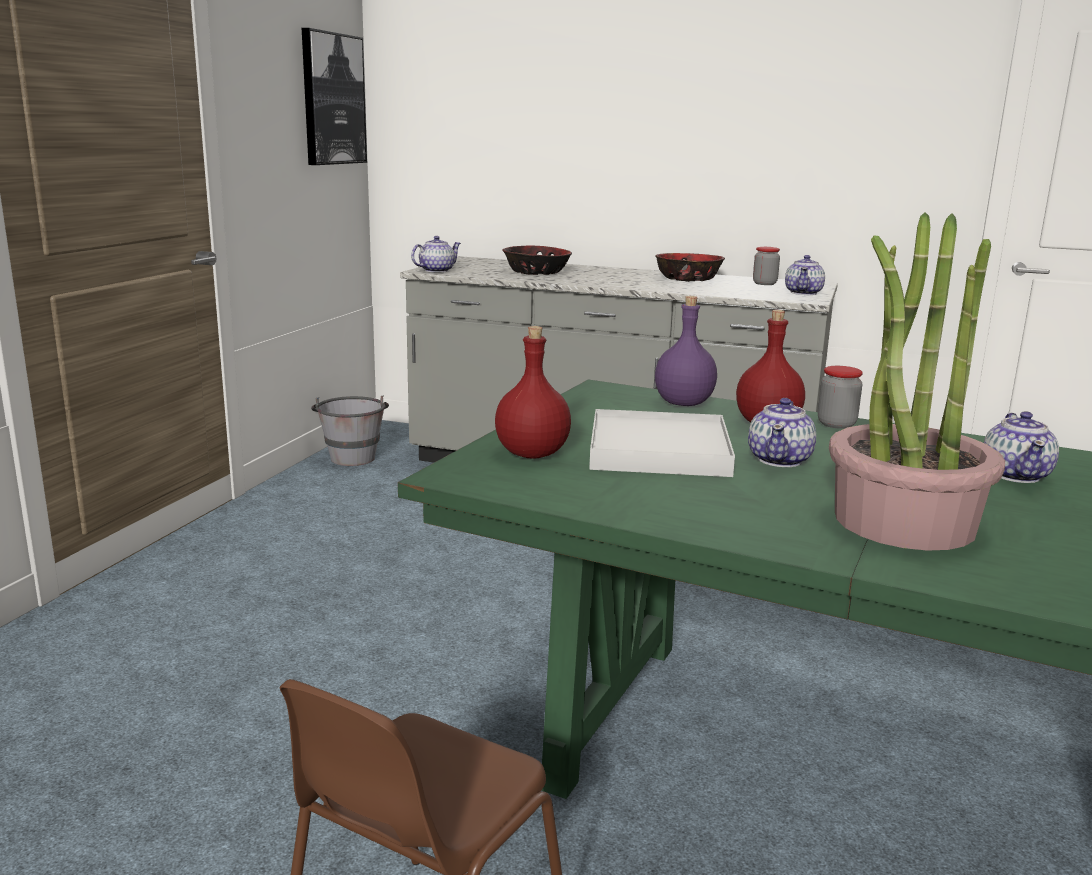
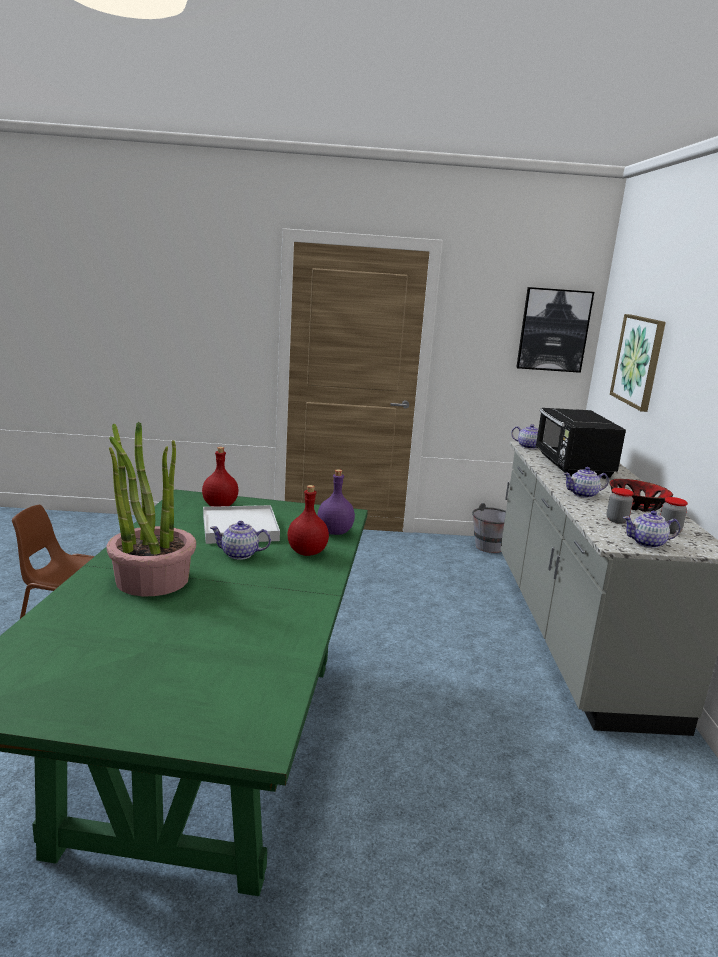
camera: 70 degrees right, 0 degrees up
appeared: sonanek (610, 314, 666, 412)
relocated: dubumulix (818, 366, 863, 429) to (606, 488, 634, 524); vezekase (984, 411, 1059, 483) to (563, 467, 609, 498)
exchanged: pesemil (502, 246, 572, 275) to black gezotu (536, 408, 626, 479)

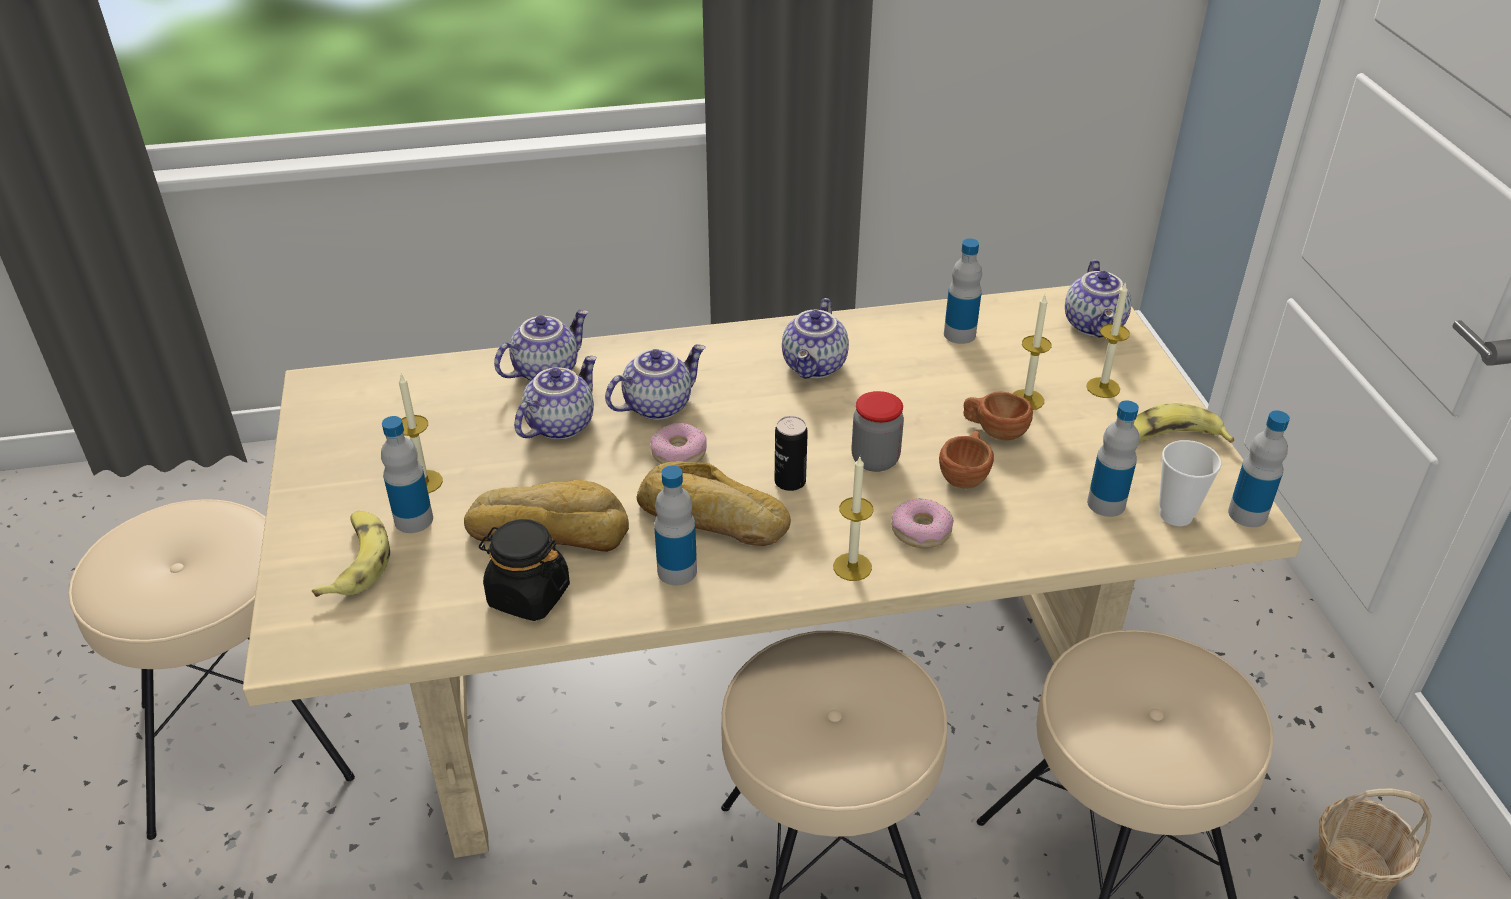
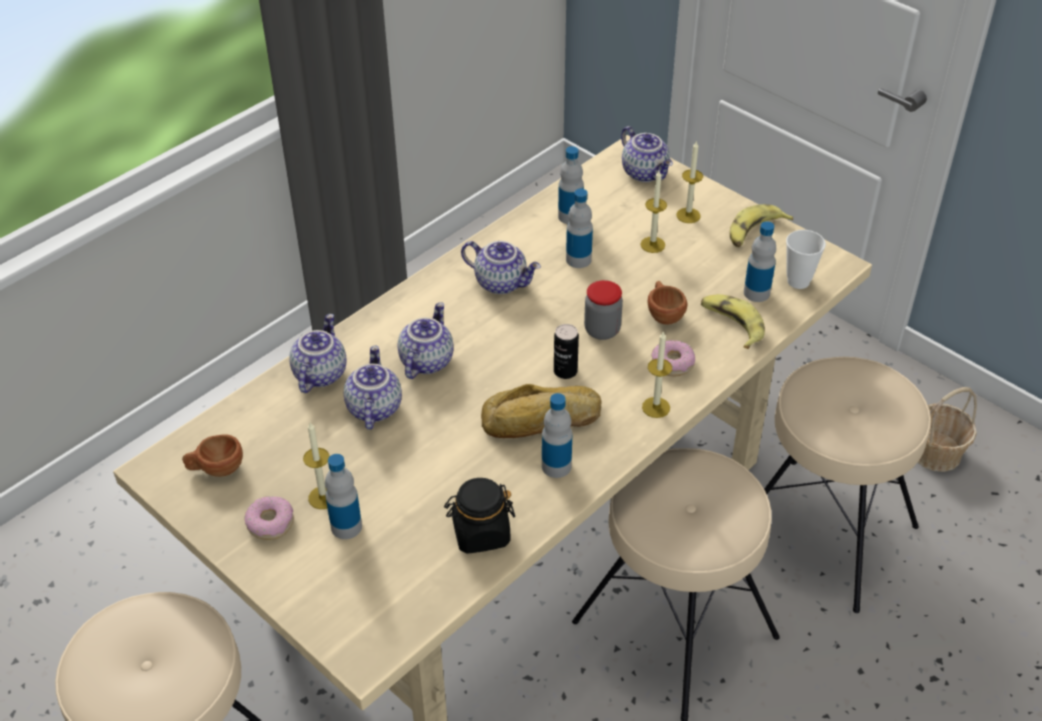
camera: 35 degrees left, 5 degrees up
missing: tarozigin (464, 480, 629, 552)
relocated: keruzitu (312, 511, 390, 597) to (701, 294, 765, 349); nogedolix (650, 423, 707, 464) to (245, 496, 294, 540); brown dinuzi (963, 391, 1033, 441) to (182, 434, 243, 477); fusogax (1228, 410, 1290, 527) to (566, 189, 593, 268)
spun: vezekase (782, 298, 849, 379) = (461, 241, 541, 294) 45 degrees counterclockwise

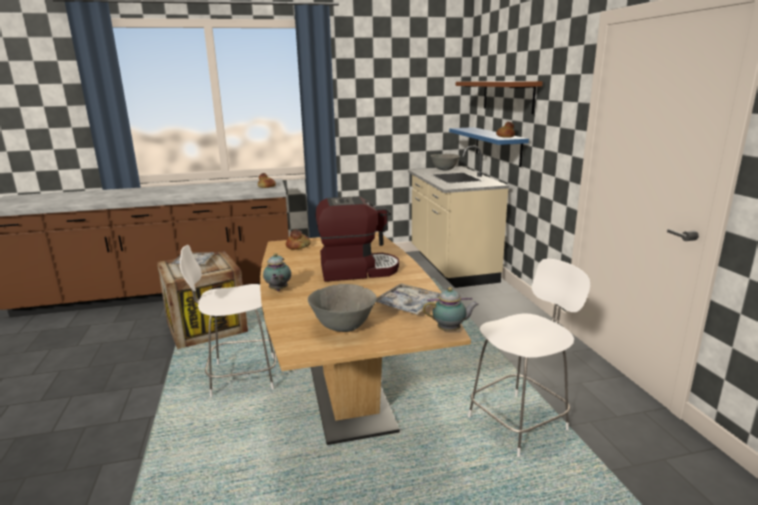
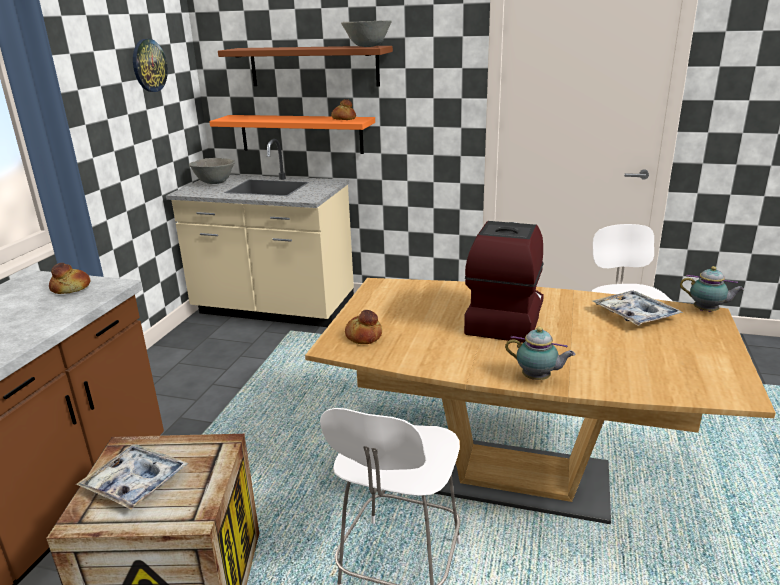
camera: 60 degrees left, 5 degrees up
appeared: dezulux (133, 39, 168, 92)
relocated: grey pesemil (308, 284, 377, 332) to (341, 20, 392, 47)
colour: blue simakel (449, 127, 529, 167) to orange simakel (209, 115, 375, 154)
spun: vezekase (423, 287, 479, 331) = (680, 266, 744, 312) 90 degrees clockwise

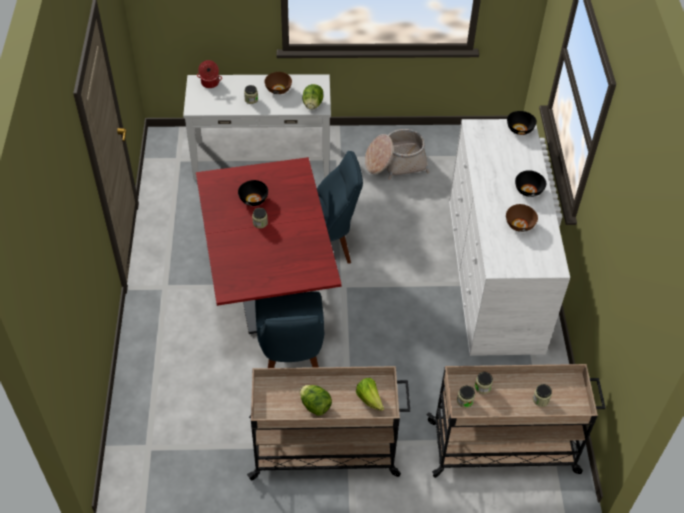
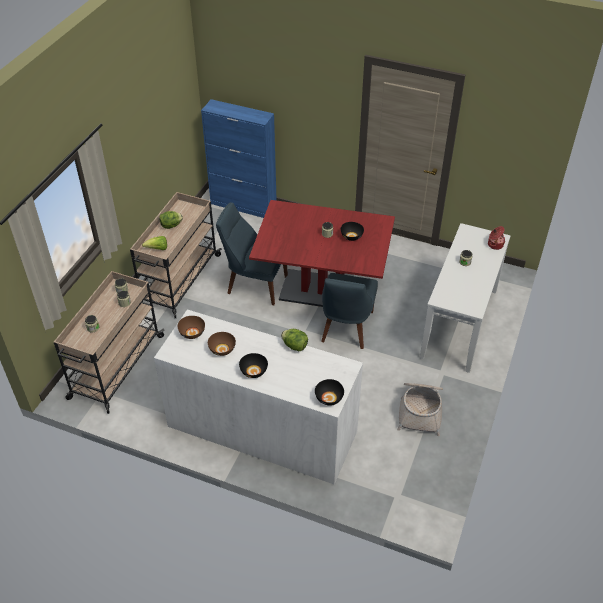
camera: 115 degrees right, 5 degrees down
appeared: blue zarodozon (201, 99, 277, 218)
relocated: brown pesemil (264, 72, 292, 94) to (178, 316, 205, 339); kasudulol (302, 84, 323, 110) to (281, 329, 308, 352)

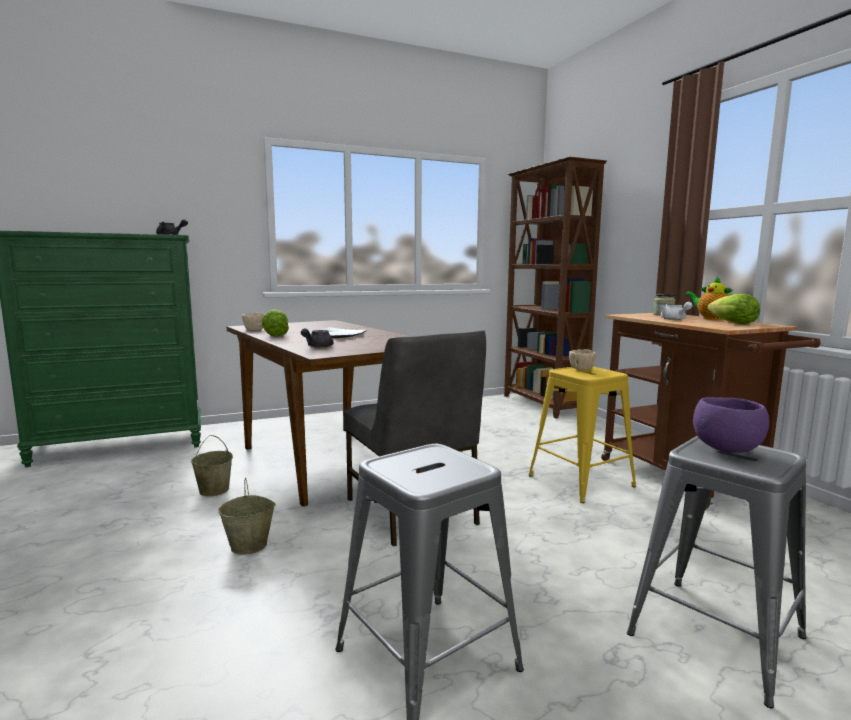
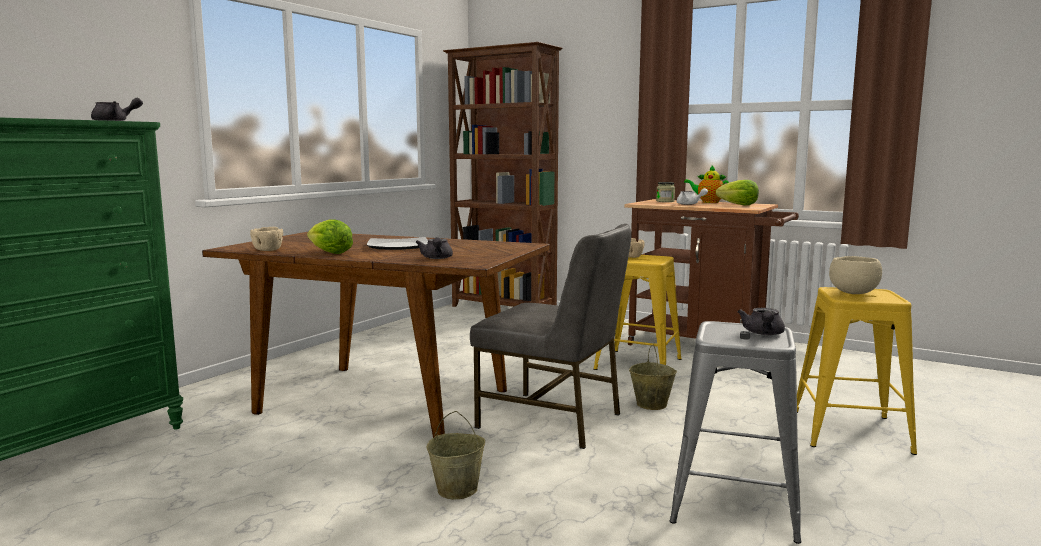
camera: 35 degrees left, 0 degrees up
appeared: grey vezekase (737, 308, 785, 335)
relocated: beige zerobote (191, 435, 233, 496) to (629, 345, 677, 410)
colour: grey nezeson (627, 436, 807, 708) to yellow nezeson (797, 287, 917, 455); purple pesemil (693, 397, 769, 453) to beige pesemil (829, 256, 882, 294)

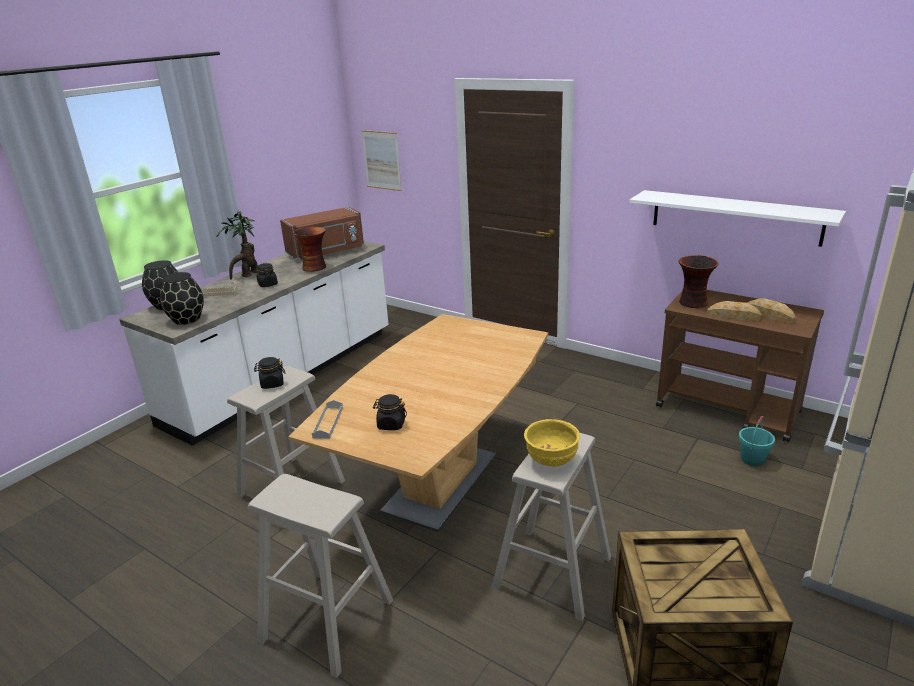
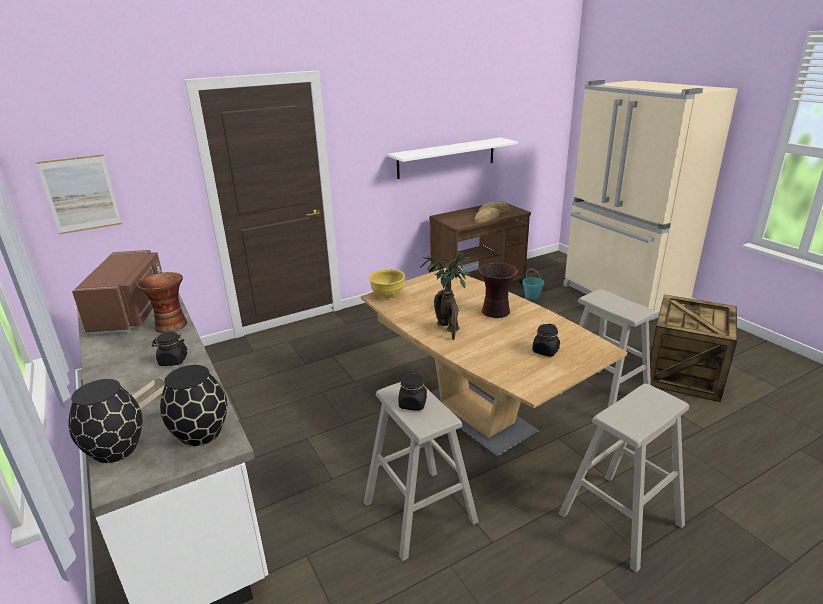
camera: 65 degrees left, 0 degrees up
missing: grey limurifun (312, 400, 343, 438)
relocated: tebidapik (216, 210, 258, 279) to (420, 252, 472, 340); yellow pesemil (524, 419, 580, 467) to (369, 269, 405, 298); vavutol (679, 255, 718, 308) to (479, 263, 518, 318)

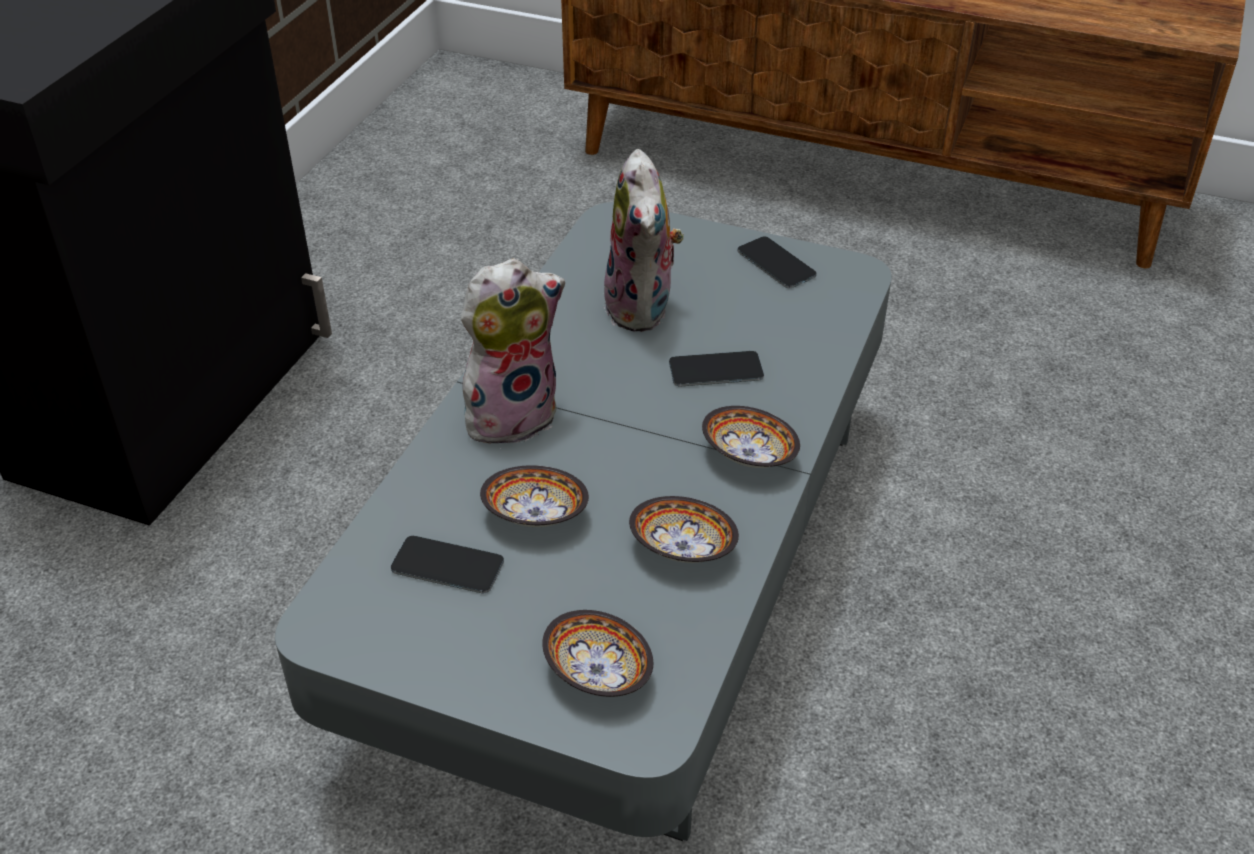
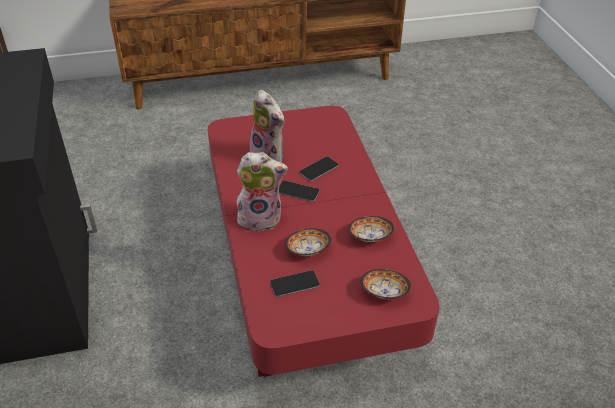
camera: 35 degrees left, 0 degrees up
missing: pesemil (702, 406, 800, 468)
relocated: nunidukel (737, 237, 817, 288) to (279, 181, 320, 202)
colour: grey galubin (275, 202, 892, 841) to red galubin (208, 106, 440, 377)
spun: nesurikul (461, 258, 565, 449) = (237, 152, 288, 232) 60 degrees clockwise

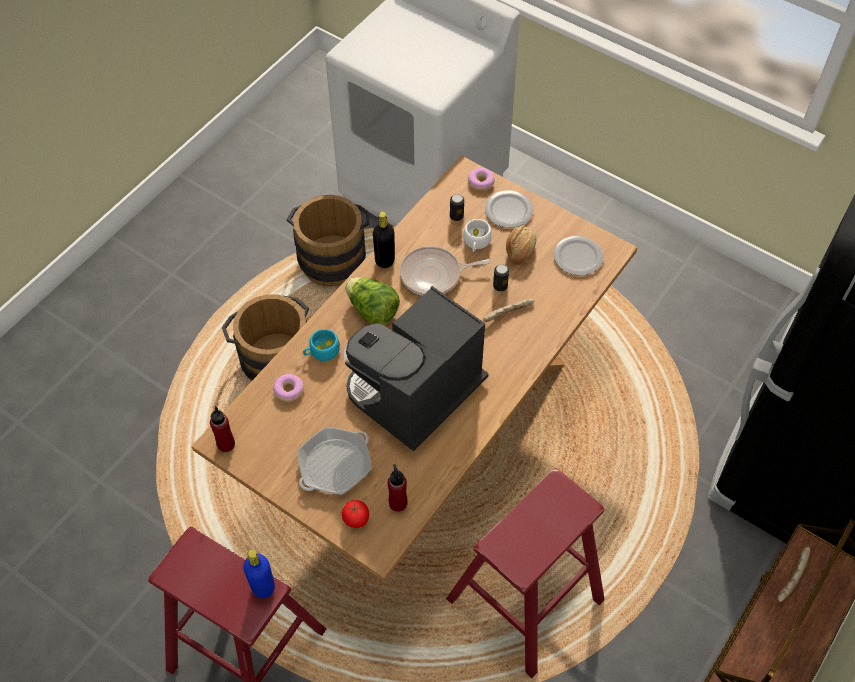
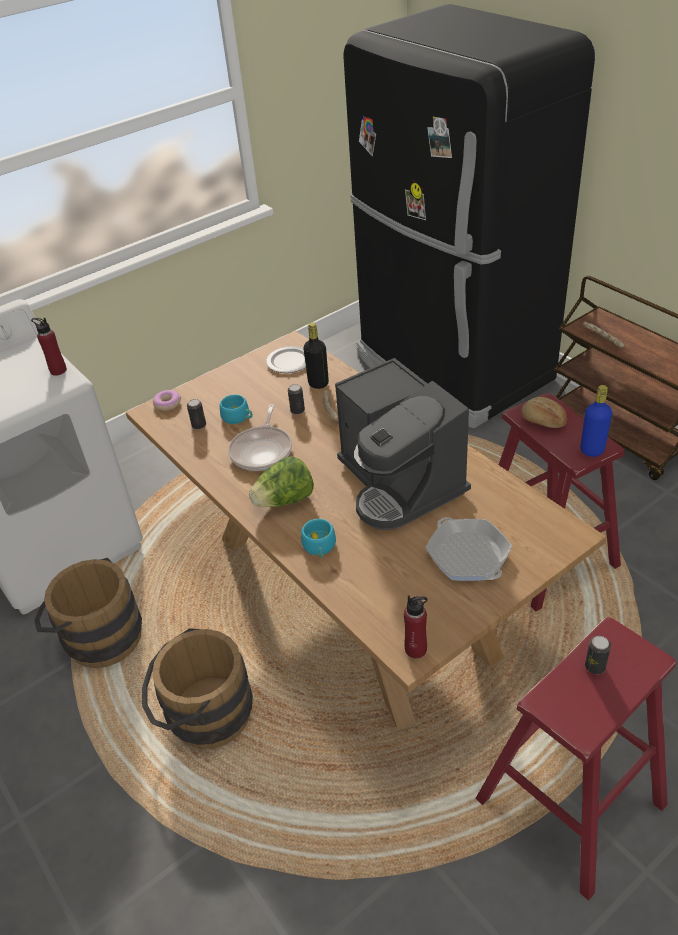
camera: 70 degrees left, 15 degrees down
missing: nogedolix (273, 374, 304, 402); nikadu (342, 500, 369, 528); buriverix (485, 190, 533, 228)
appeared: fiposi (585, 636, 611, 674)
relocated: blue fusogax (243, 549, 275, 598) to (580, 385, 612, 457); black fusogax (373, 212, 395, 268) to (303, 323, 329, 389); red fusogax (388, 464, 408, 512) to (31, 318, 67, 376); tarozigin (506, 226, 536, 265) to (521, 397, 567, 428)
colour: white dinuzi (463, 219, 492, 252) to turquoise dinuzi (220, 395, 253, 424)

